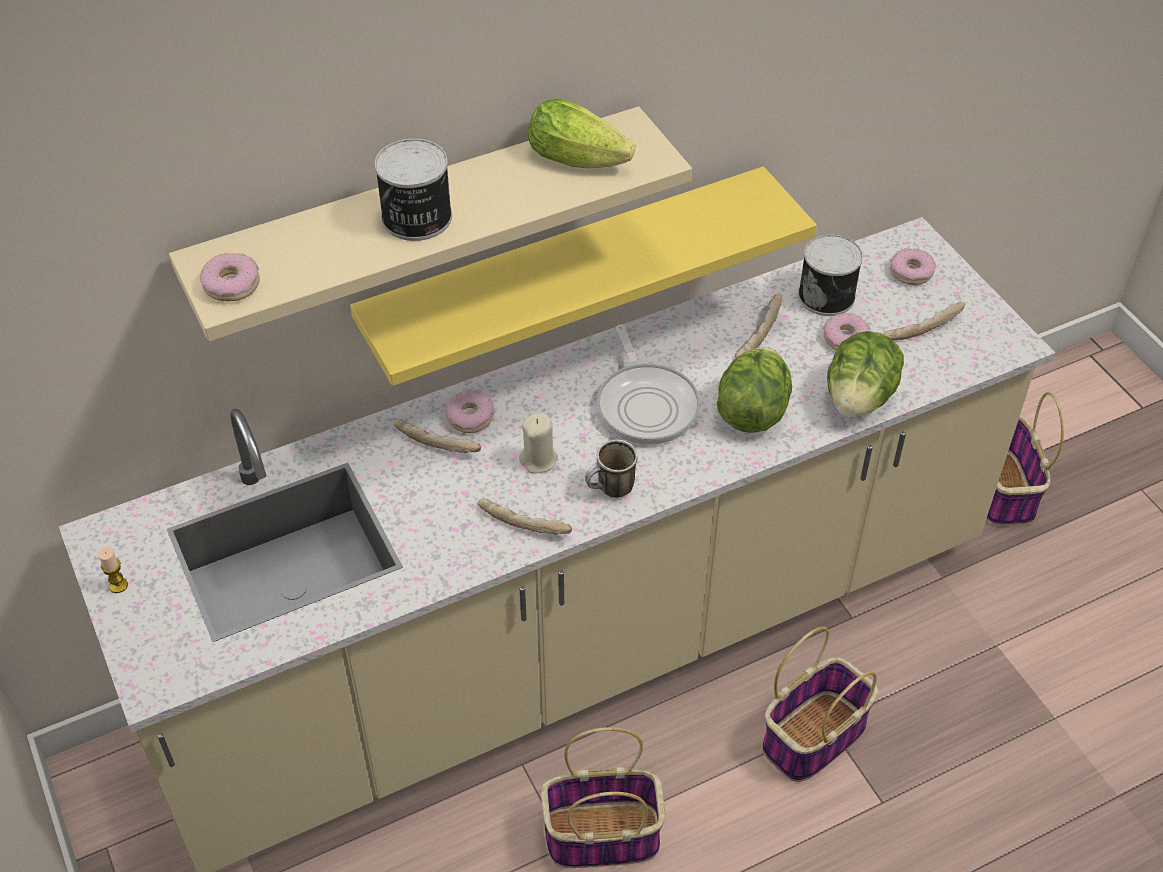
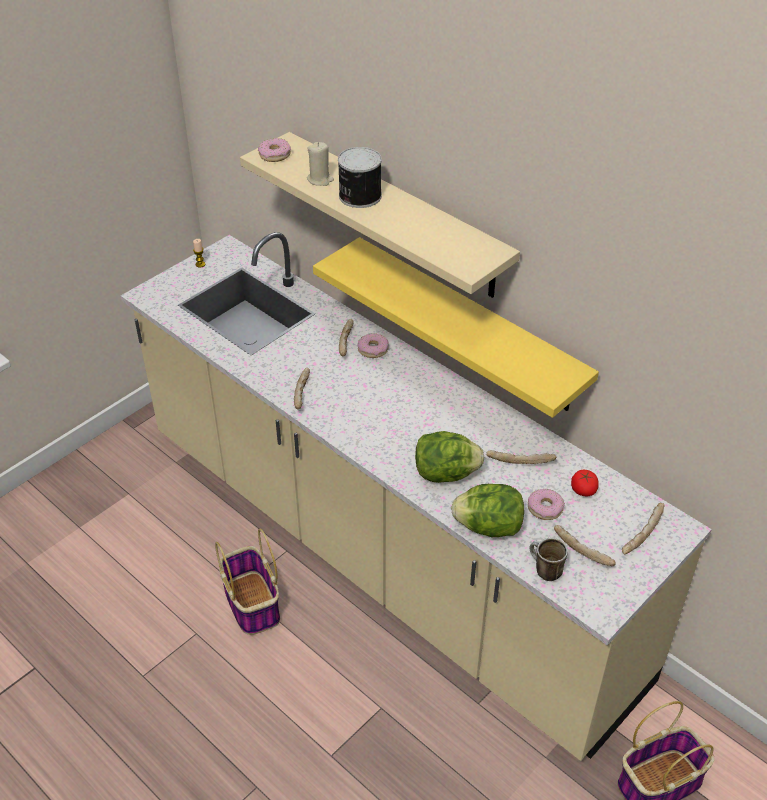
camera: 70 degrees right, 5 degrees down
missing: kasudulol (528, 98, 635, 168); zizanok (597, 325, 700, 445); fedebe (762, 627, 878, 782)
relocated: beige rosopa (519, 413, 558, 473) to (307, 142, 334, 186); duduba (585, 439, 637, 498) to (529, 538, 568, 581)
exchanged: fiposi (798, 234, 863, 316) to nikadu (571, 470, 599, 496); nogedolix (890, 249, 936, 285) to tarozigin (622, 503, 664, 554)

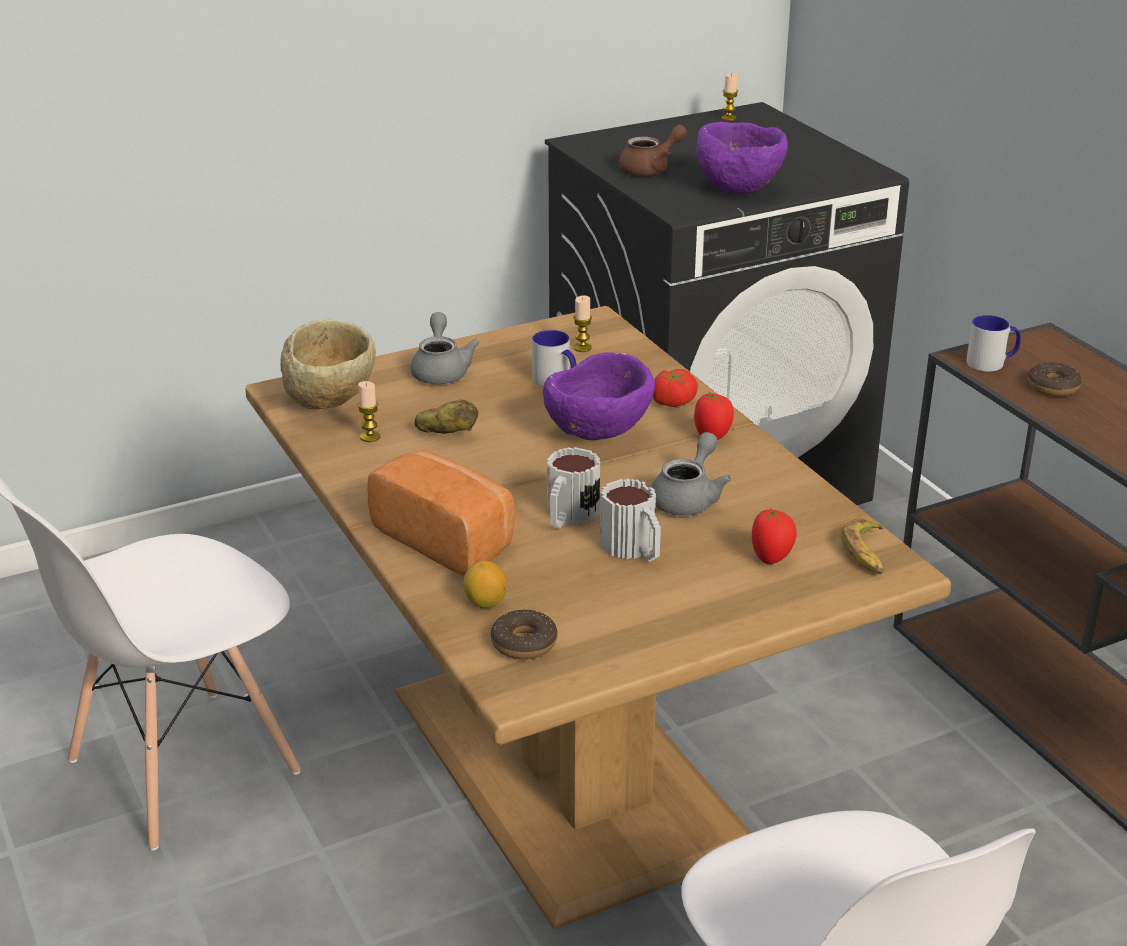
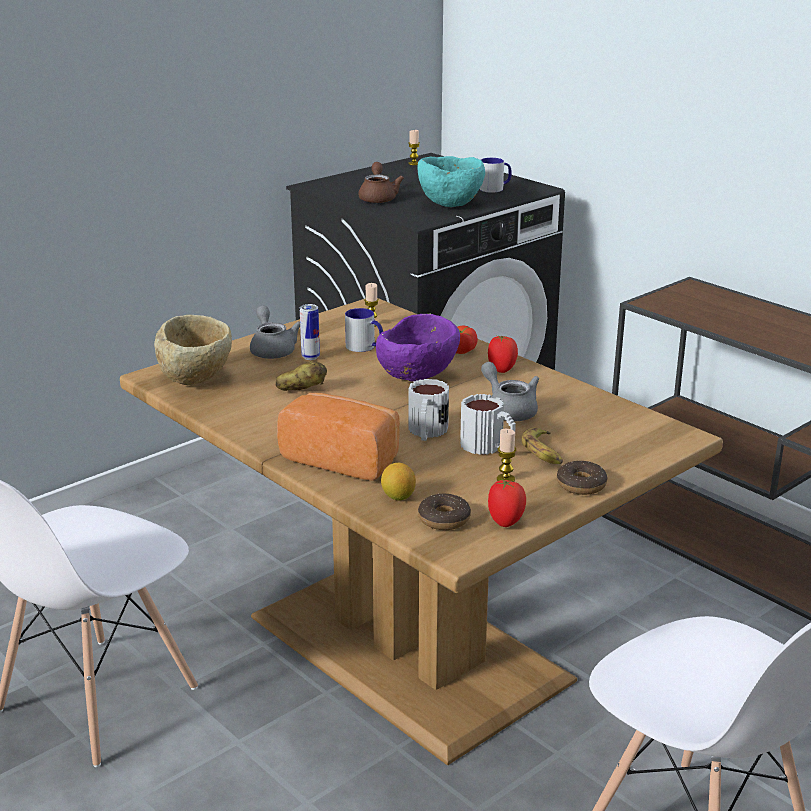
camera: 15 degrees left, 5 degrees down
appeared: fiposi (300, 304, 320, 360)
relocated: rosopa (358, 381, 380, 442) to (497, 429, 516, 481); nikadu (752, 507, 797, 564) to (488, 479, 526, 527); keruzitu (841, 518, 884, 574) to (521, 428, 563, 464); duduba (966, 315, 1021, 372) to (480, 158, 512, 193); nogedolix (1028, 362, 1082, 396) to (557, 461, 607, 495)
colour: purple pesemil (696, 121, 788, 194) to turquoise pesemil (417, 156, 485, 207)
spun: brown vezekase (619, 125, 687, 176) = (359, 162, 404, 203) 45 degrees counterclockwise; grey vezekase (651, 432, 731, 516) = (481, 362, 539, 421) 45 degrees counterclockwise

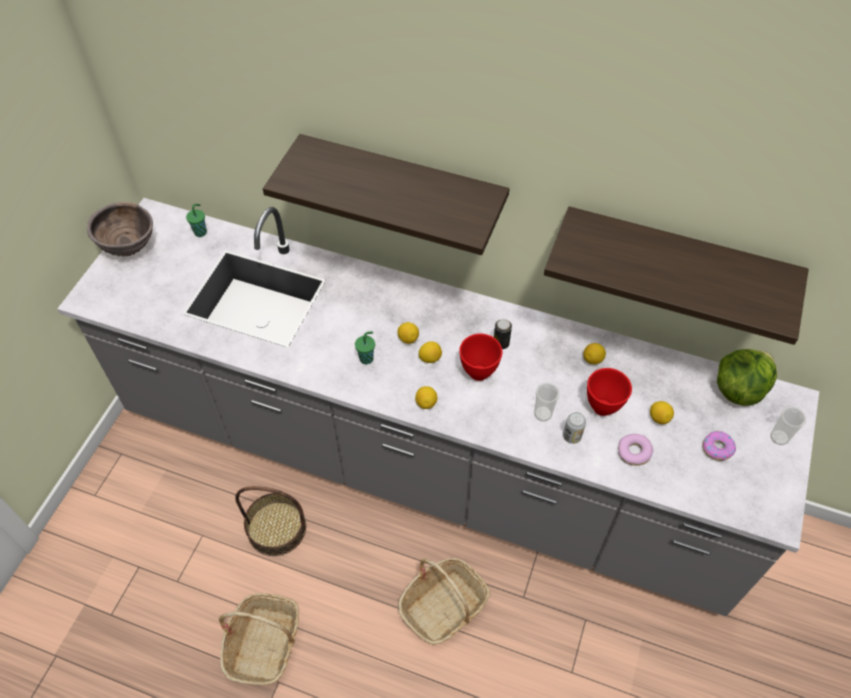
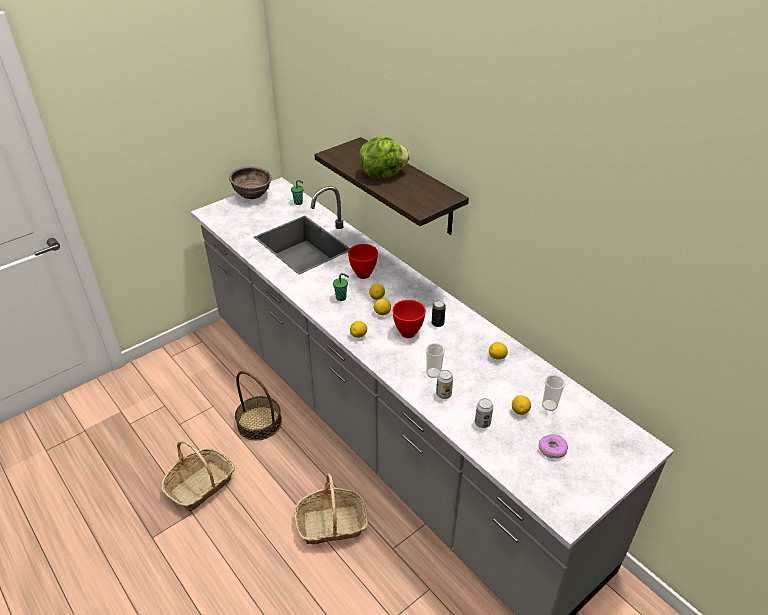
camera: 30 degrees right, 15 degrees down
missing: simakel (544, 206, 809, 345)
relocated: red pesemil (587, 368, 632, 416) to (348, 244, 378, 279); kasudulol (717, 349, 777, 406) to (359, 137, 410, 179); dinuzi (770, 407, 806, 445) to (542, 375, 565, 411)
exchanged: nogedolix (618, 434, 653, 466) to fiposi (475, 398, 493, 428)

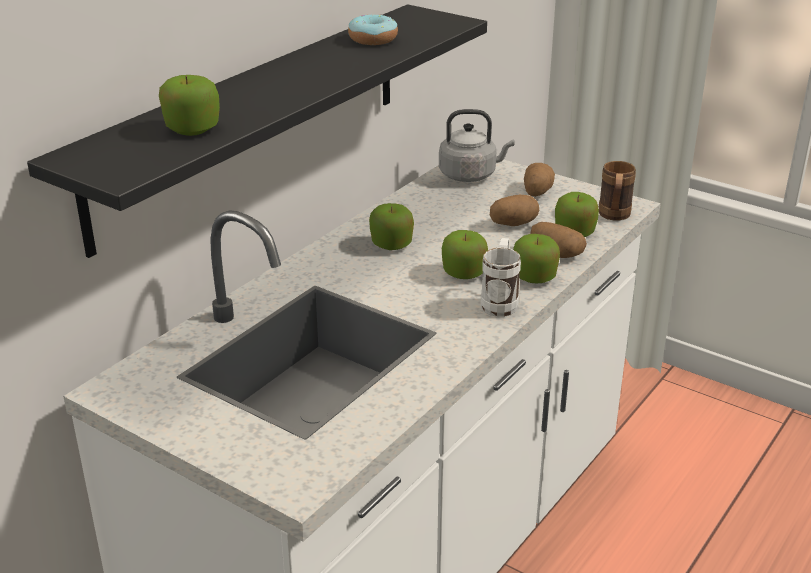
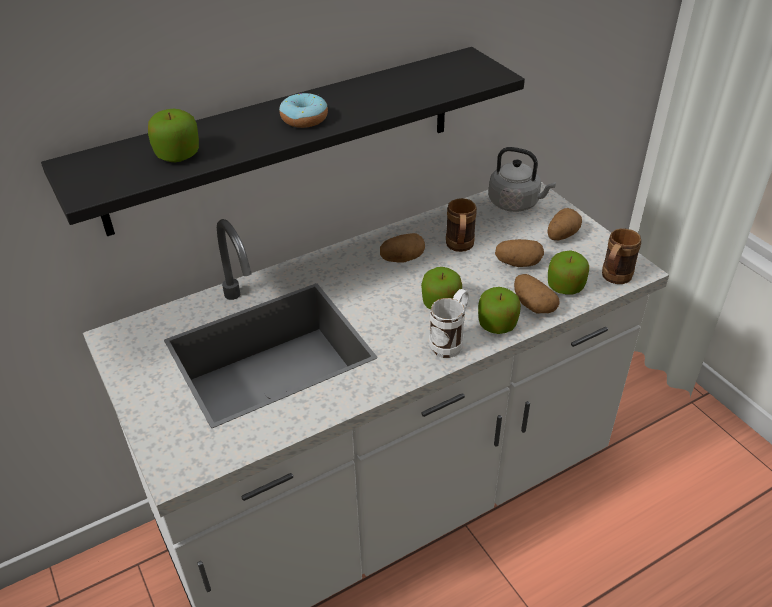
camera: 25 degrees right, 10 degrees up
appeared: brown duduba (446, 198, 477, 252)
relocated: nogedolix (348, 14, 398, 45) to (279, 93, 328, 128)
exchanged: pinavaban (369, 203, 414, 250) to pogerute (380, 233, 425, 263)

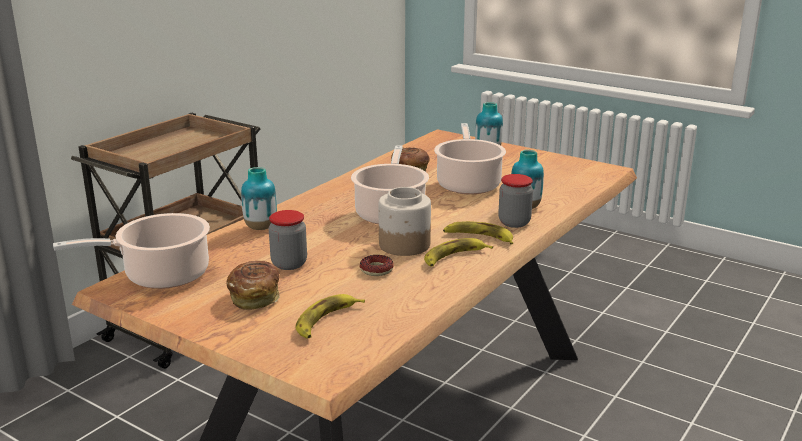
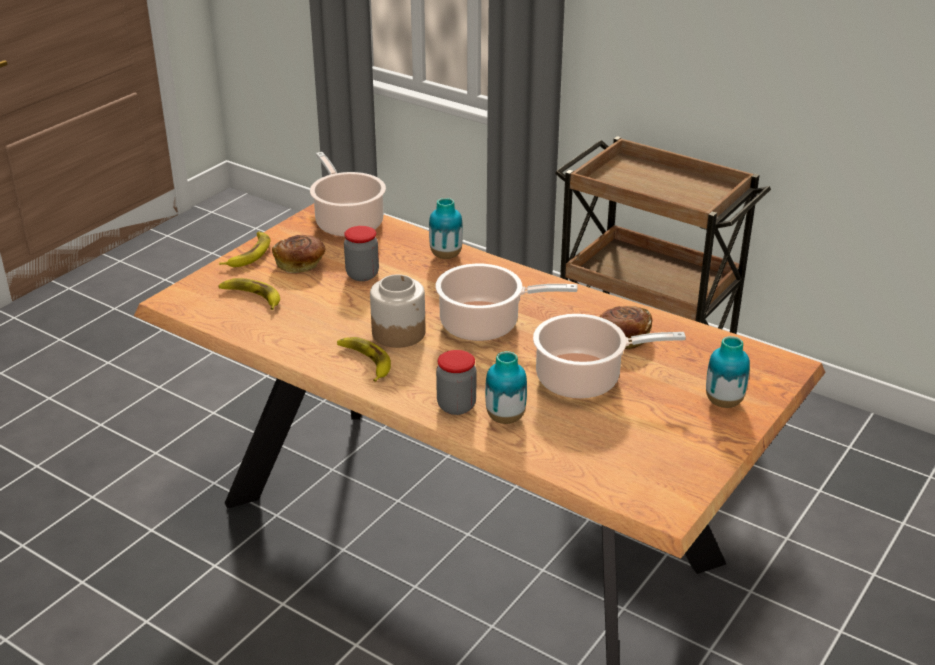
camera: 90 degrees right, 10 degrees up
missing: nogedolix (360, 255, 394, 276)
relocated: keruzitu (443, 221, 513, 245) to (219, 232, 271, 267)

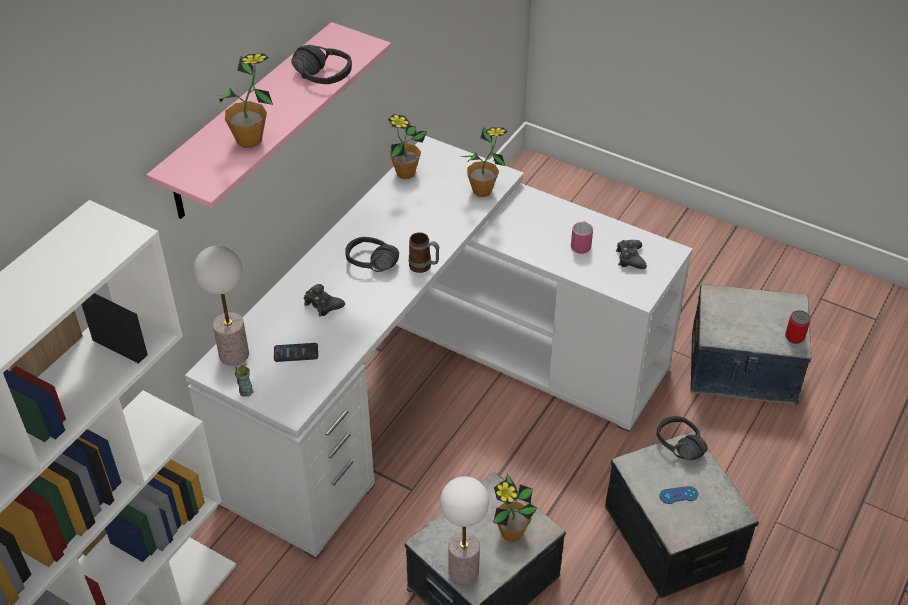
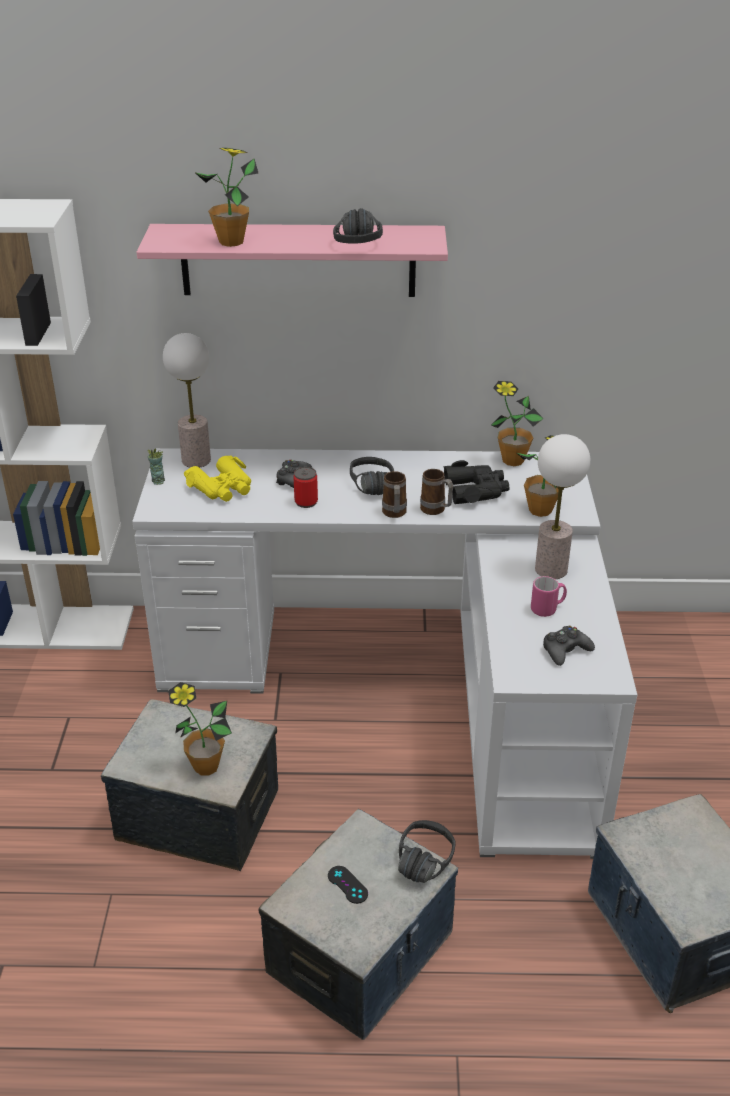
camera: 60 degrees right, 10 degrees down
appeared: duduba (420, 469, 453, 515); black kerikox (444, 460, 510, 504)
relocated: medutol (440, 476, 489, 584) to (535, 434, 590, 579); fiposi (785, 310, 810, 344) to (293, 467, 318, 508)
exchanged: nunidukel (274, 343, 318, 362) to yellow kerikox (184, 456, 251, 502)
colour: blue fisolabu (659, 486, 699, 504) to black fisolabu (328, 866, 368, 904)

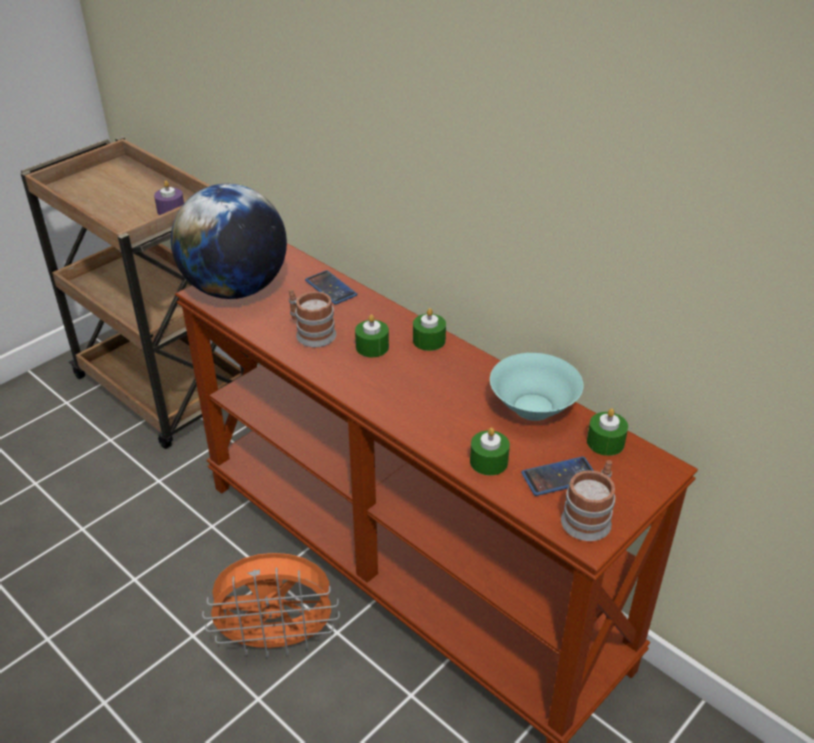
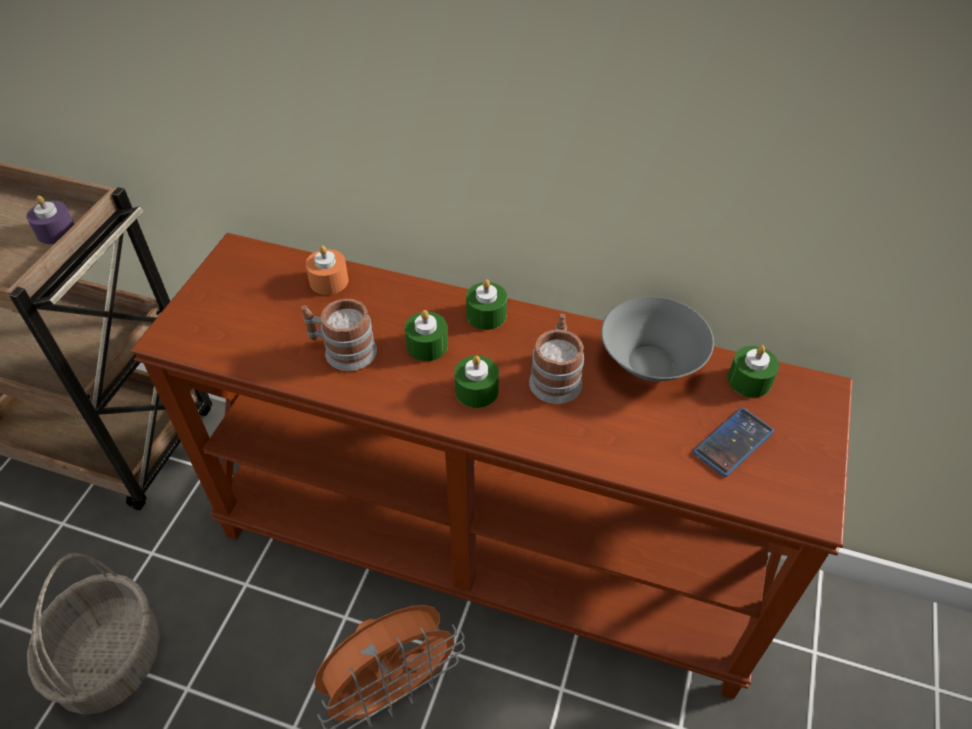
camera: 25 degrees left, 10 degrees up
missing: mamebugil (171, 184, 287, 299)
appeared: fedebe (27, 553, 160, 715)
relocated: green rosopa (470, 428, 510, 476) to (454, 356, 499, 408); duduba (561, 460, 615, 541) to (529, 314, 584, 404)
exchanged: nunidukel (305, 270, 357, 305) to orange rosopa (305, 245, 349, 295)
colour: turquoise pesemil (490, 353, 583, 421) to grey pesemil (601, 297, 714, 381)

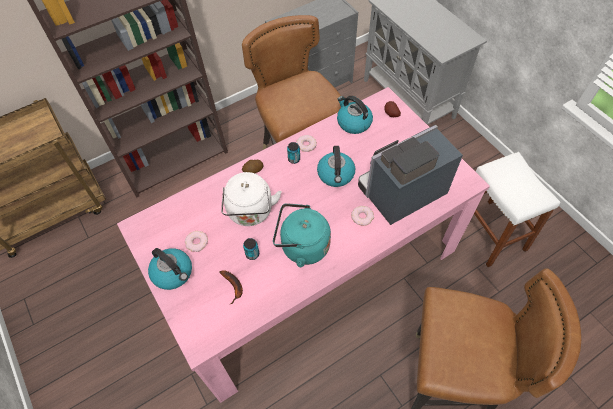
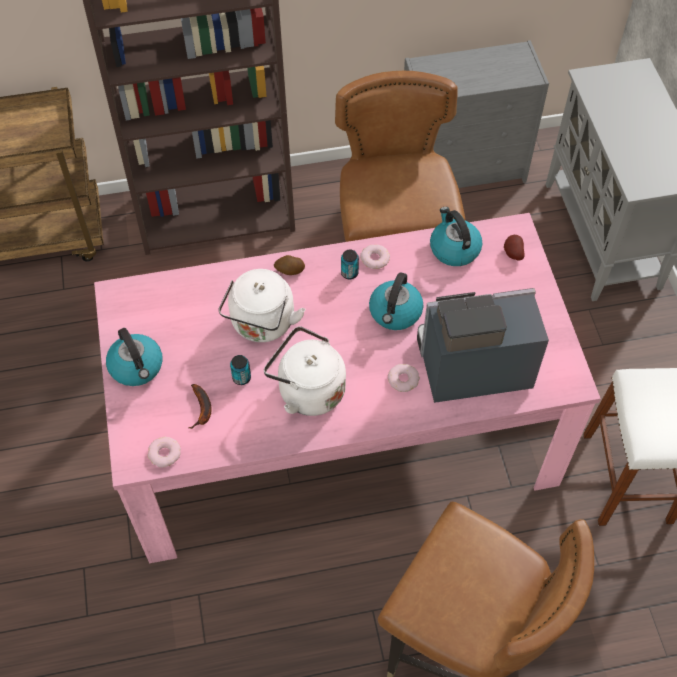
camera: 20 degrees right, 0 degrees up
relocated: nogedolix (185, 231, 208, 252) to (147, 437, 181, 468)
colour: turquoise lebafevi (273, 203, 331, 267) to white lebafevi (264, 326, 346, 416)

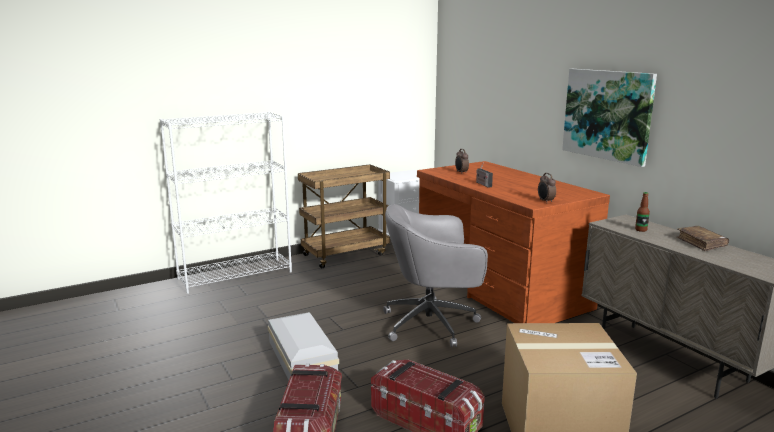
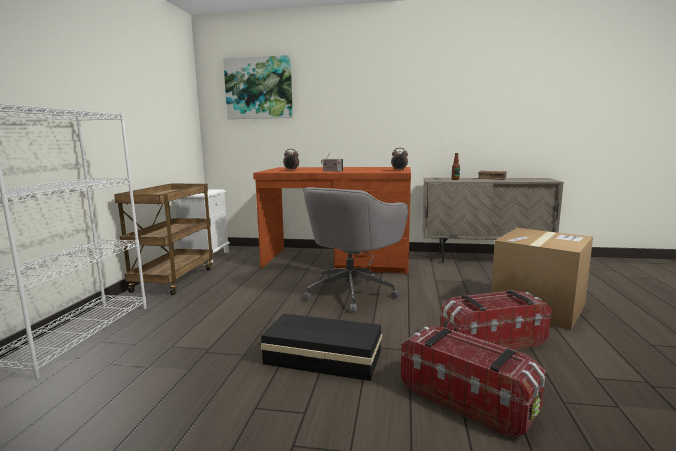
camera: 50 degrees left, 5 degrees down
relocated: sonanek (562, 69, 657, 167) to (223, 55, 293, 119)
colour: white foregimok (268, 312, 339, 380) to black foregimok (260, 313, 382, 381)

